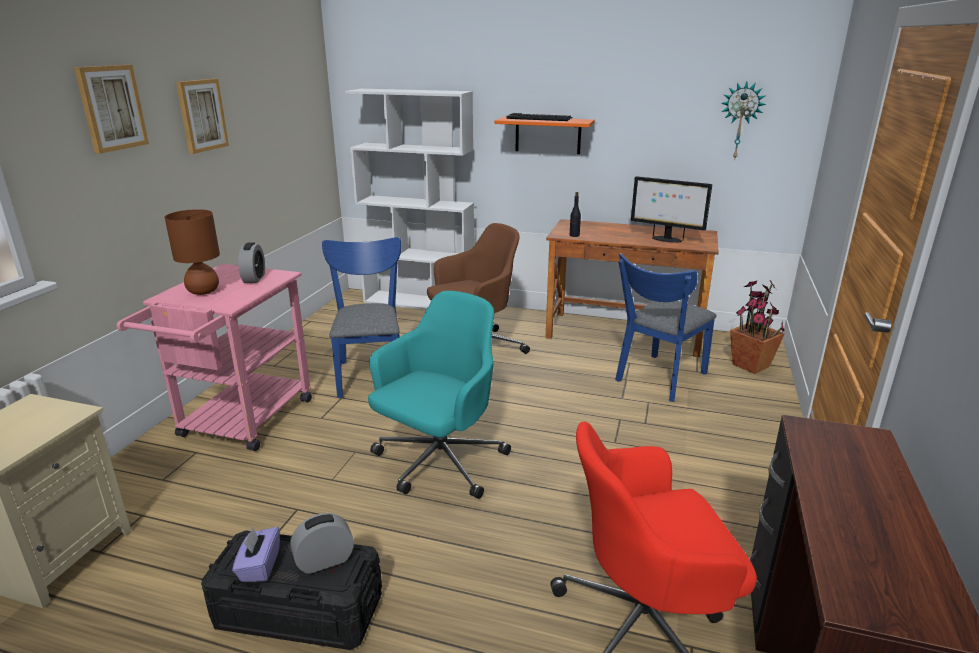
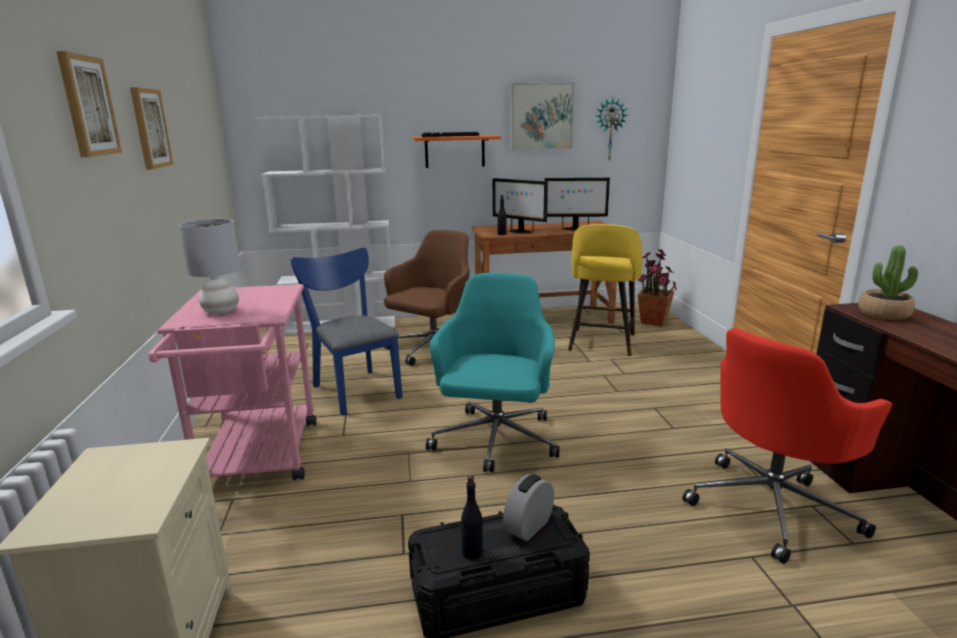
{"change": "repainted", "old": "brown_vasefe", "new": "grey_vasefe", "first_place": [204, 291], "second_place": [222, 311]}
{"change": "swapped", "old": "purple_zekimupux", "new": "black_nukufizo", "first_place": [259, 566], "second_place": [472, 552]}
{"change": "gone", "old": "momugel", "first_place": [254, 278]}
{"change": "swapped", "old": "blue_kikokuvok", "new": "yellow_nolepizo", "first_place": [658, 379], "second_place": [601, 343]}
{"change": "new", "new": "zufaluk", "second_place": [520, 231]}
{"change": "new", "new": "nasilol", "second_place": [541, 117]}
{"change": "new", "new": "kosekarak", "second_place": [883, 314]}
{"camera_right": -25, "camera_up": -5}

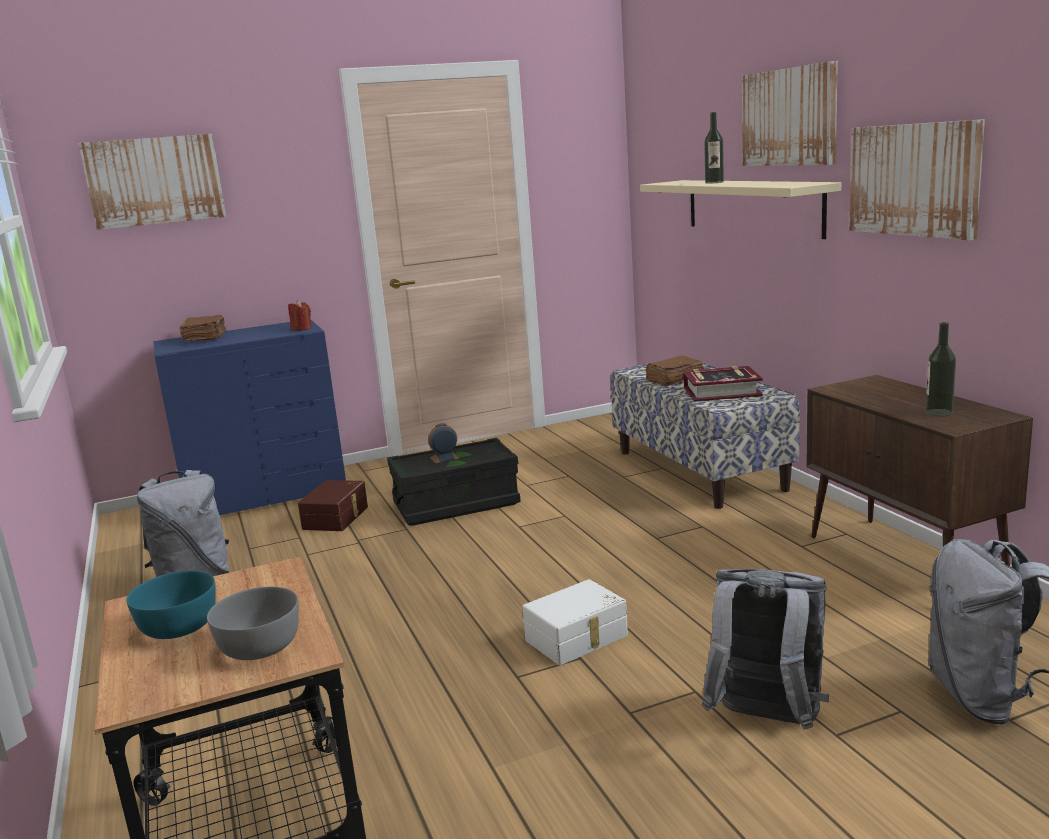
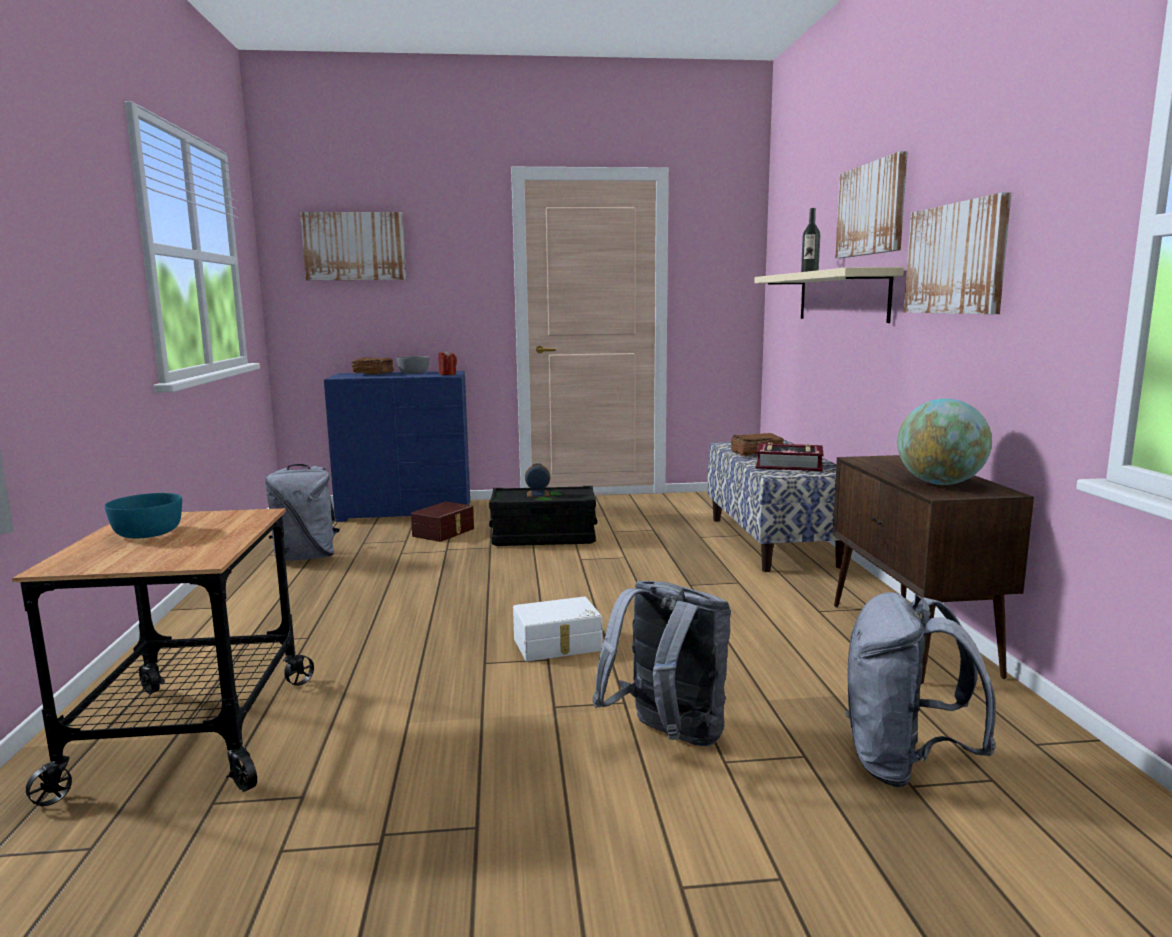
{"change": "shifted", "old": "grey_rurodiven", "first_place": [261, 645], "second_place": [414, 373]}
{"change": "swapped", "old": "nukufizo", "new": "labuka", "first_place": [939, 412], "second_place": [940, 483]}
{"camera_right": 15, "camera_up": -5}

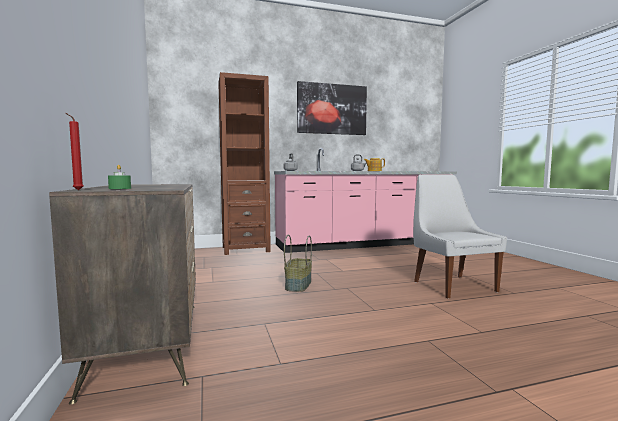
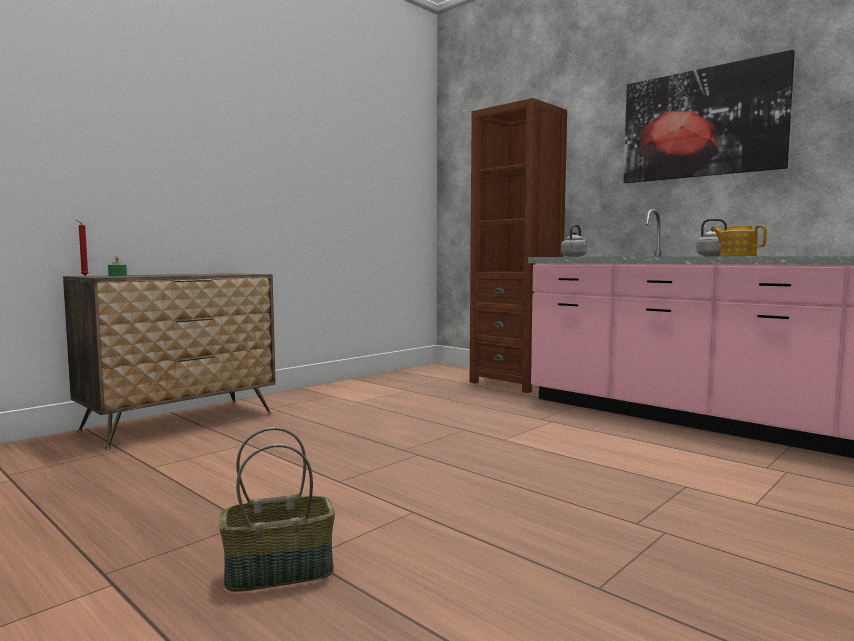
{"change": "shifted", "old": "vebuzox", "first_place": [298, 285], "second_place": [280, 570]}
{"change": "gone", "old": "white_kikokuvok", "first_place": [452, 285]}
{"camera_right": 60, "camera_up": 0}

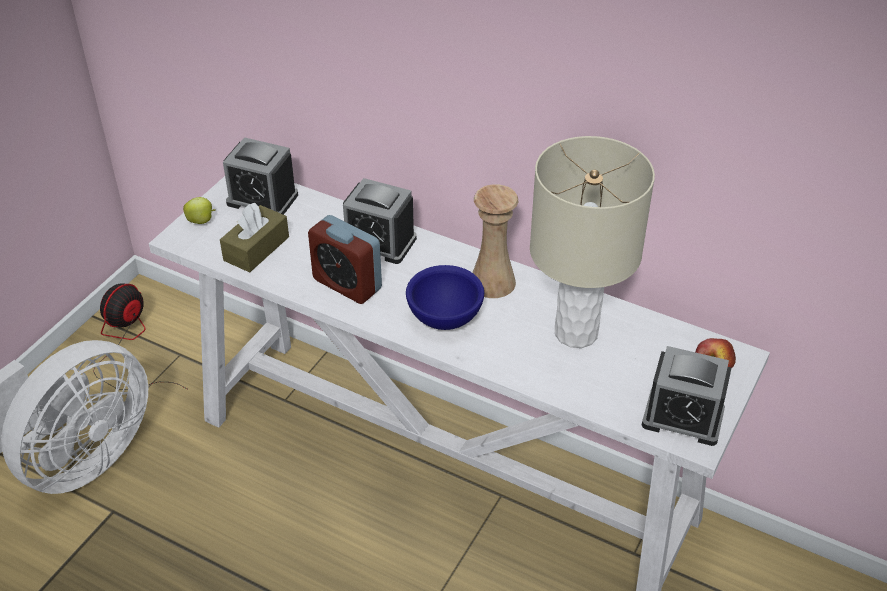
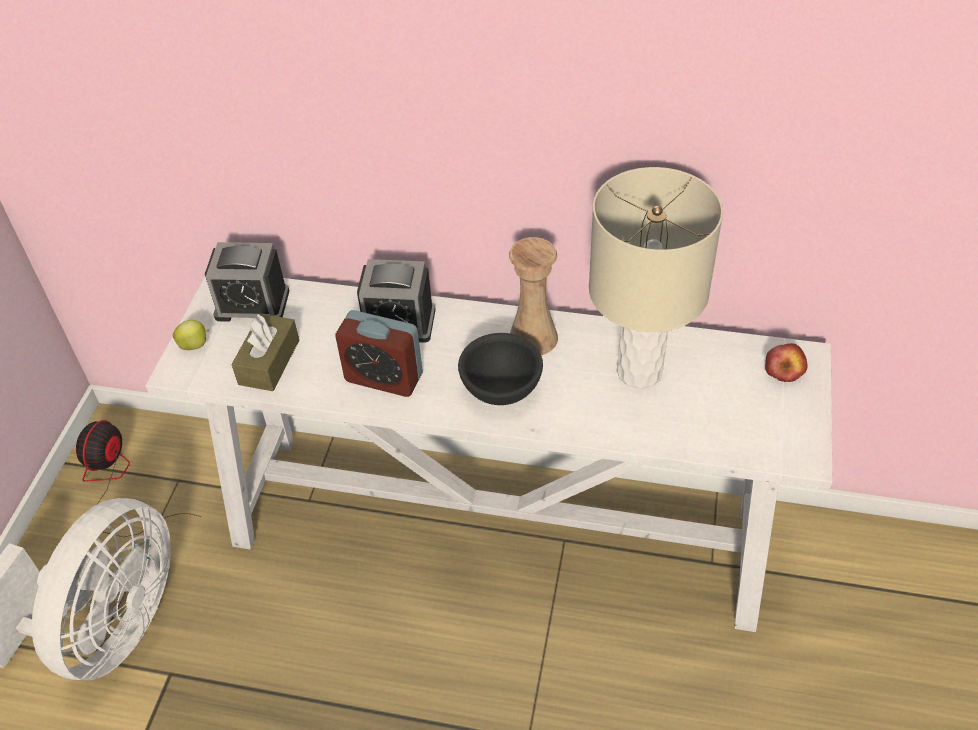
{"change": "repainted", "old": "blue_rurodiven", "new": "black_rurodiven", "first_place": [444, 317], "second_place": [500, 388]}
{"change": "gone", "old": "momugel", "first_place": [683, 417]}
{"camera_right": -15, "camera_up": 5}

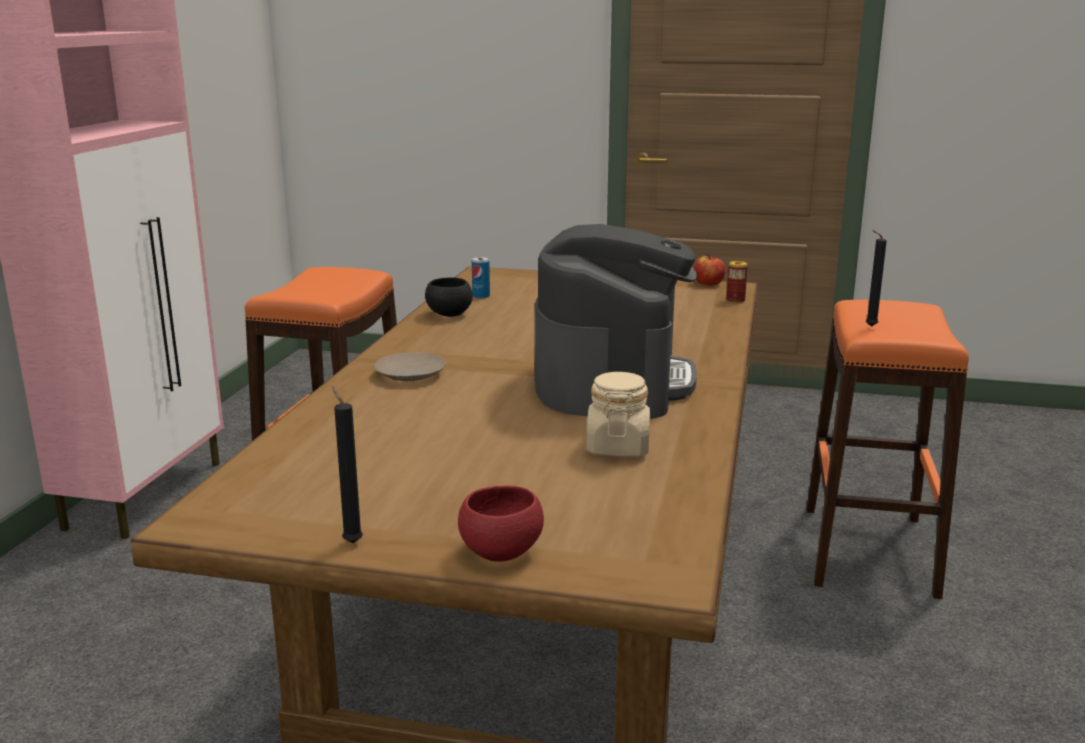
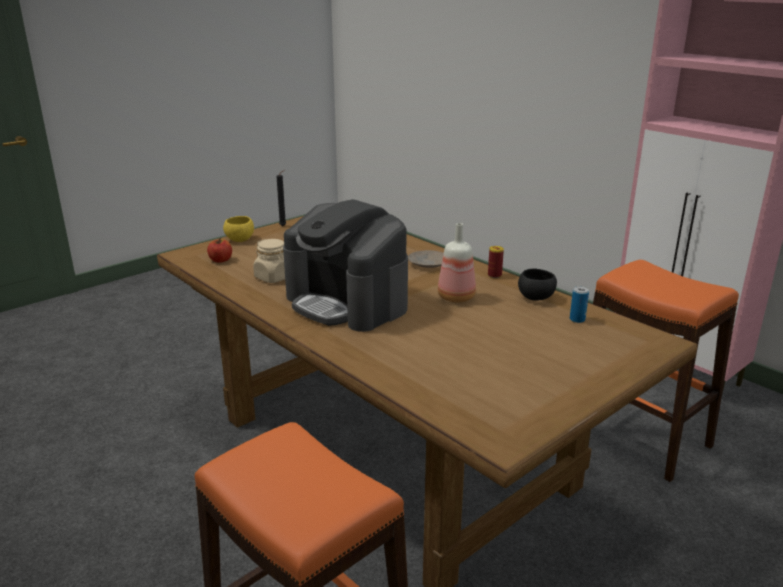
{"change": "repainted", "old": "red_rurodiven", "new": "yellow_rurodiven", "first_place": [502, 552], "second_place": [239, 240]}
{"change": "shifted", "old": "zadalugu", "first_place": [708, 283], "second_place": [220, 260]}
{"change": "shifted", "old": "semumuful", "first_place": [735, 300], "second_place": [494, 275]}
{"change": "gone", "old": "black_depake", "first_place": [869, 326]}
{"change": "new", "new": "nukufizo", "second_place": [457, 298]}
{"camera_right": 125, "camera_up": 5}

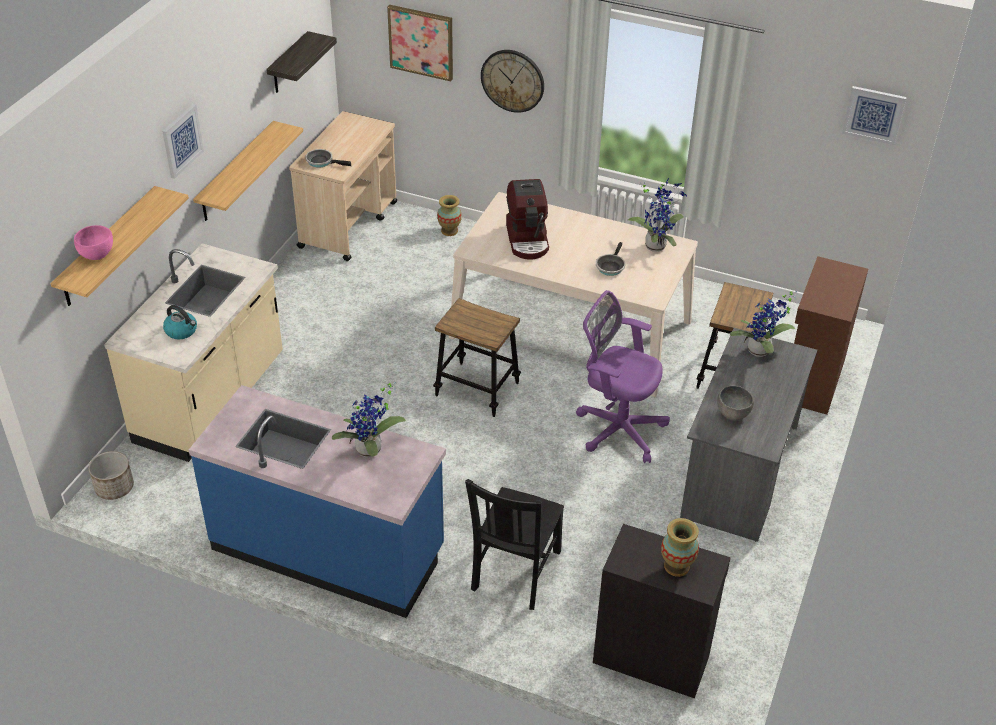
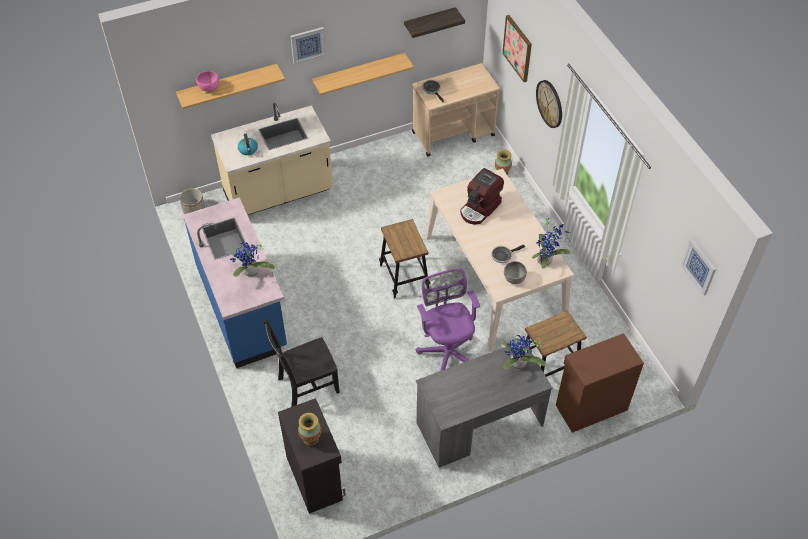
{"change": "shifted", "old": "grey_rurodiven", "first_place": [733, 414], "second_place": [514, 279]}
{"camera_right": 45, "camera_up": 10}

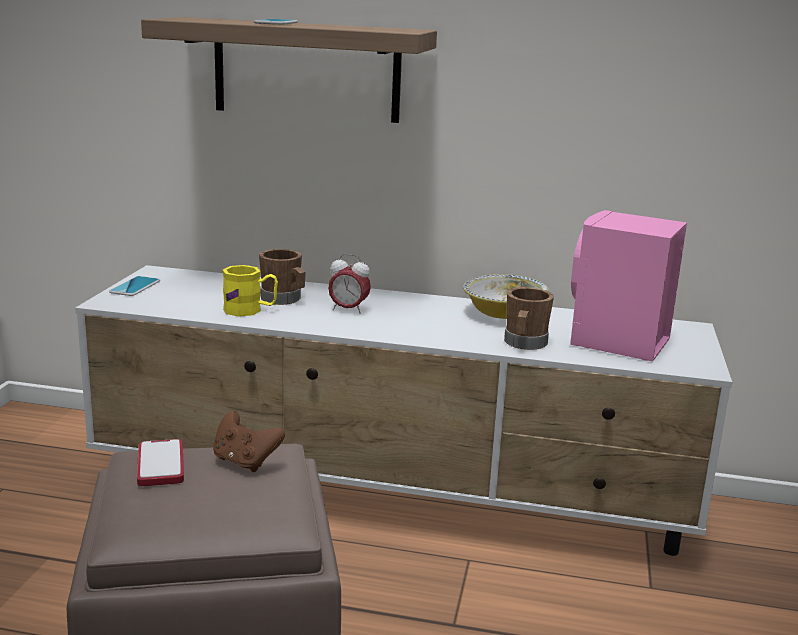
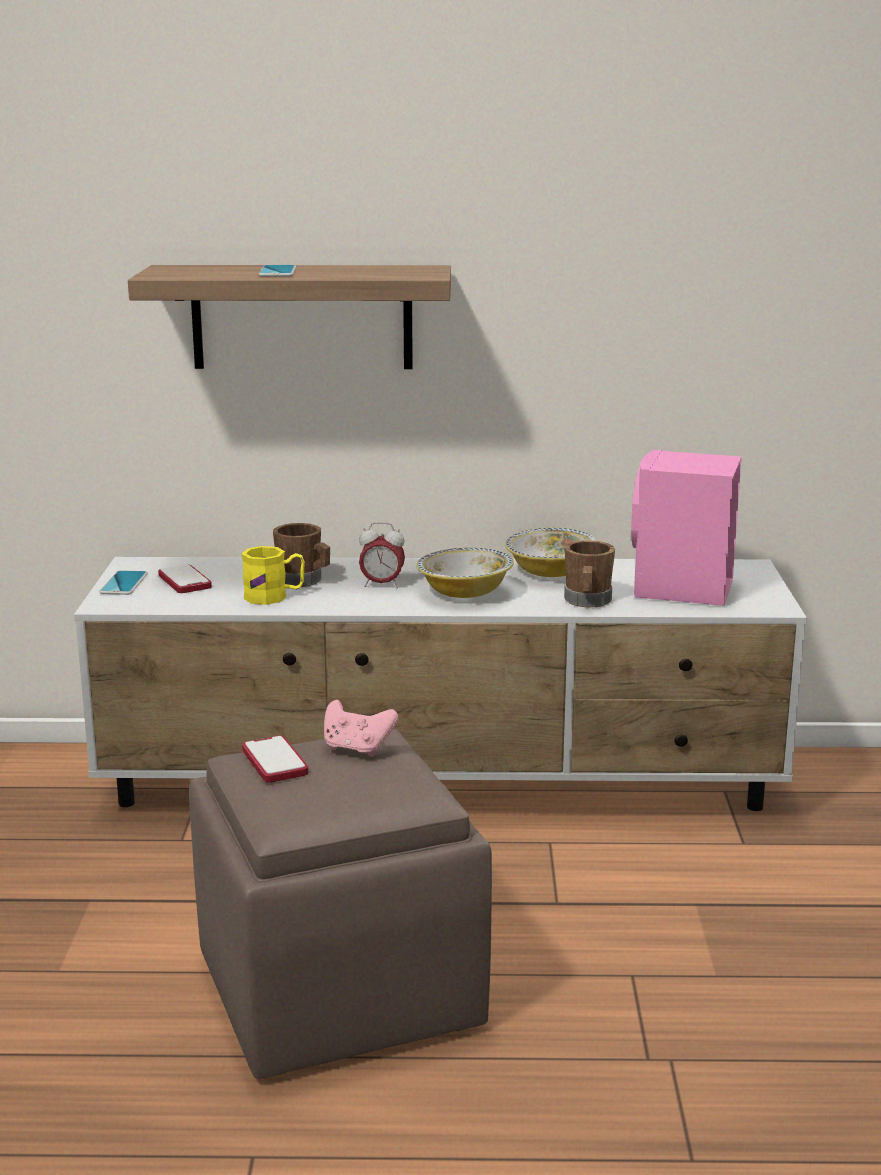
{"change": "repainted", "old": "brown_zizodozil", "new": "pink_zizodozil", "first_place": [245, 462], "second_place": [357, 749]}
{"change": "new", "new": "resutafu", "second_place": [184, 581]}
{"change": "new", "new": "rurodiven", "second_place": [464, 593]}
{"camera_right": -10, "camera_up": 0}

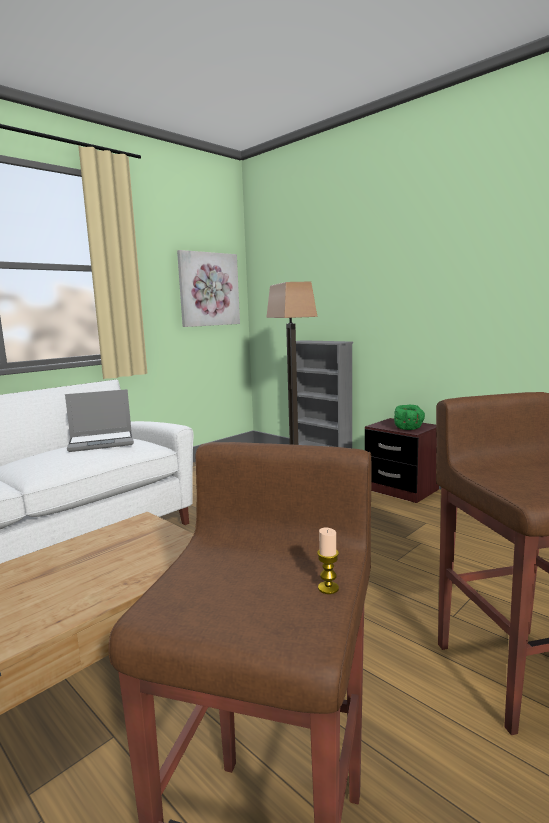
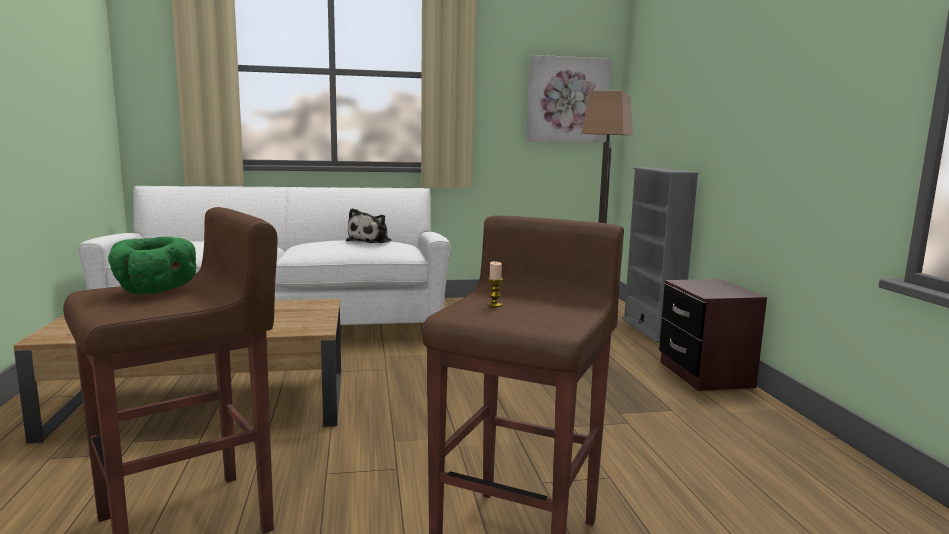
{"change": "swapped", "old": "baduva", "new": "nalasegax", "first_place": [102, 442], "second_place": [371, 241]}
{"change": "shifted", "old": "depake", "first_place": [328, 588], "second_place": [494, 305]}
{"change": "shifted", "old": "green_rurodiven", "first_place": [409, 428], "second_place": [154, 291]}
{"camera_right": 35, "camera_up": 0}

